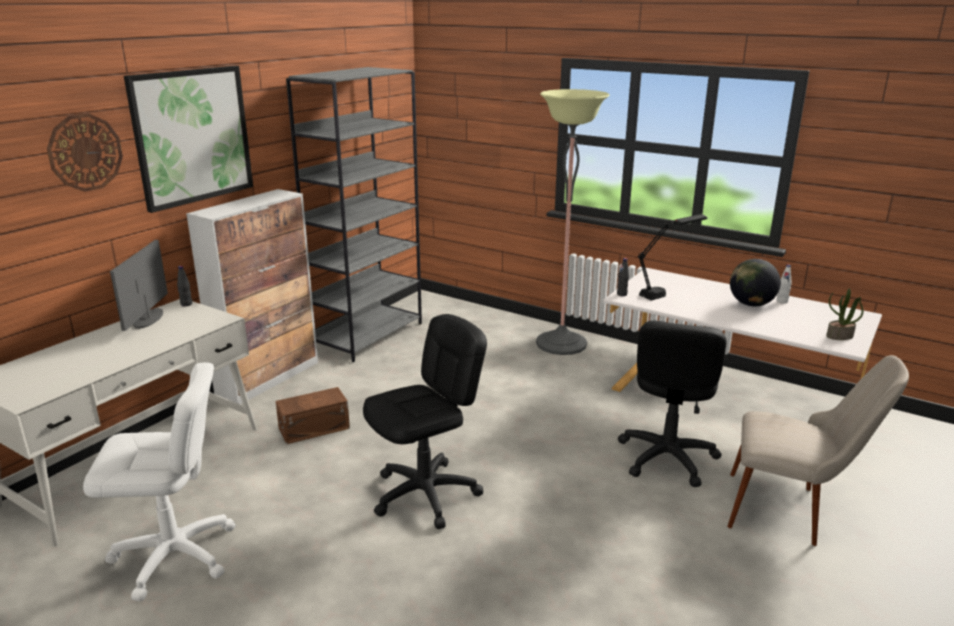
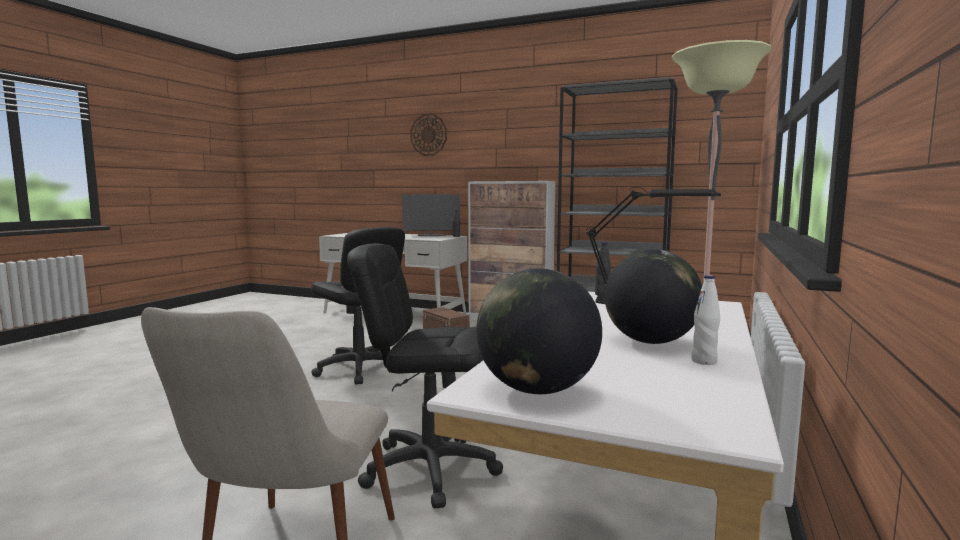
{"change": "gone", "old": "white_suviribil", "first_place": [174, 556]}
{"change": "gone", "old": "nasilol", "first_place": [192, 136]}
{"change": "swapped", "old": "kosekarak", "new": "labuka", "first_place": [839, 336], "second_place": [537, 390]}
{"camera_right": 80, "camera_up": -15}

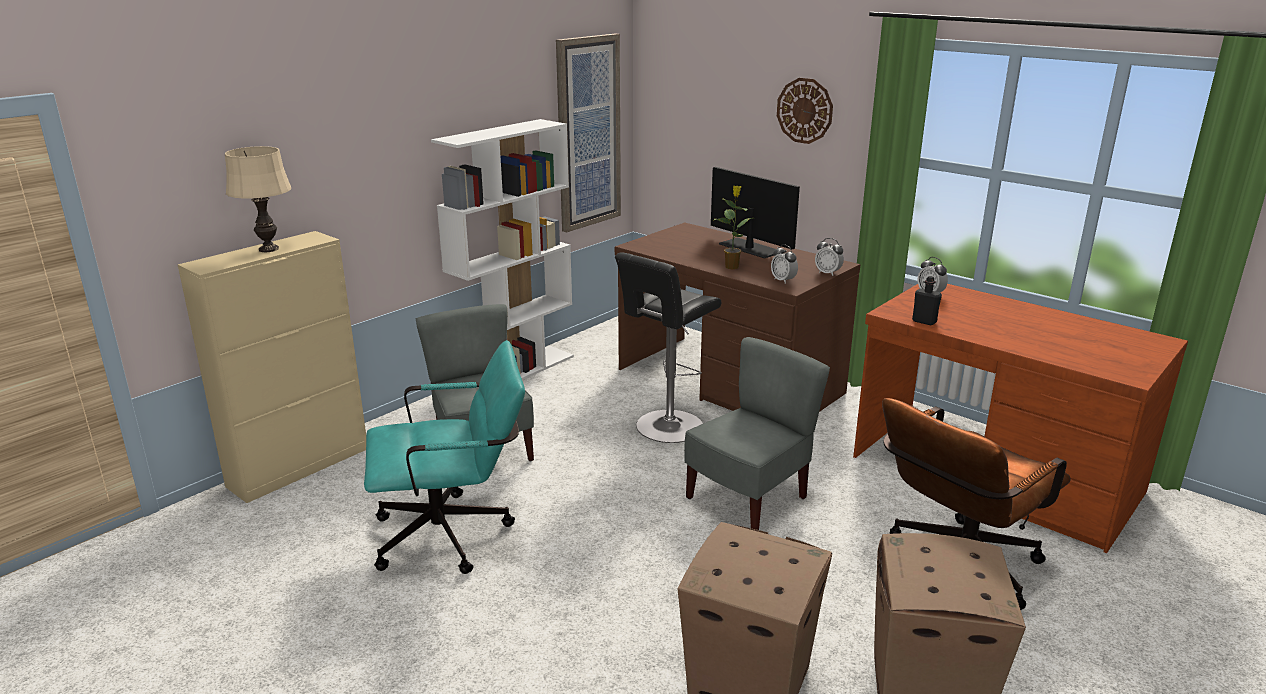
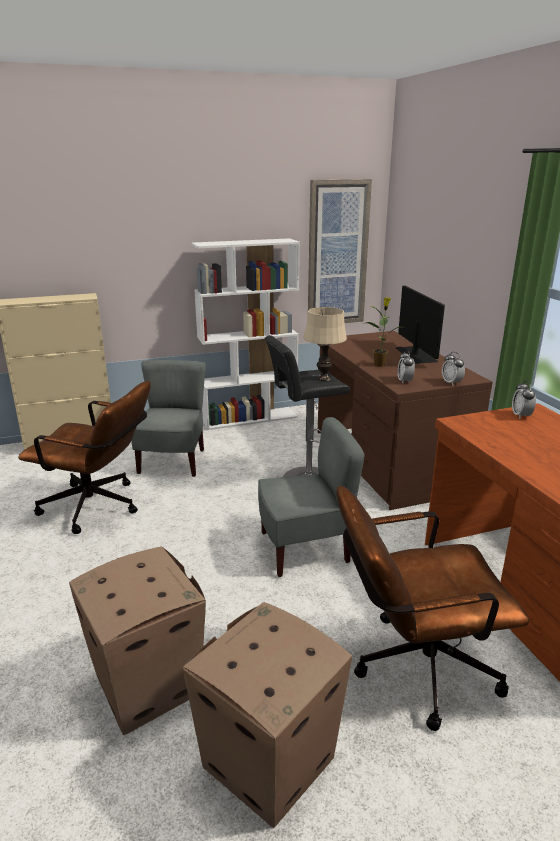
{"change": "shifted", "old": "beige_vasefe", "first_place": [268, 249], "second_place": [323, 378]}
{"change": "repainted", "old": "turquoise_suviribil", "new": "brown_suviribil", "first_place": [454, 534], "second_place": [99, 507]}
{"change": "gone", "old": "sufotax", "first_place": [804, 110]}
{"change": "gone", "old": "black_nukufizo", "first_place": [924, 321]}
{"camera_right": 30, "camera_up": 0}

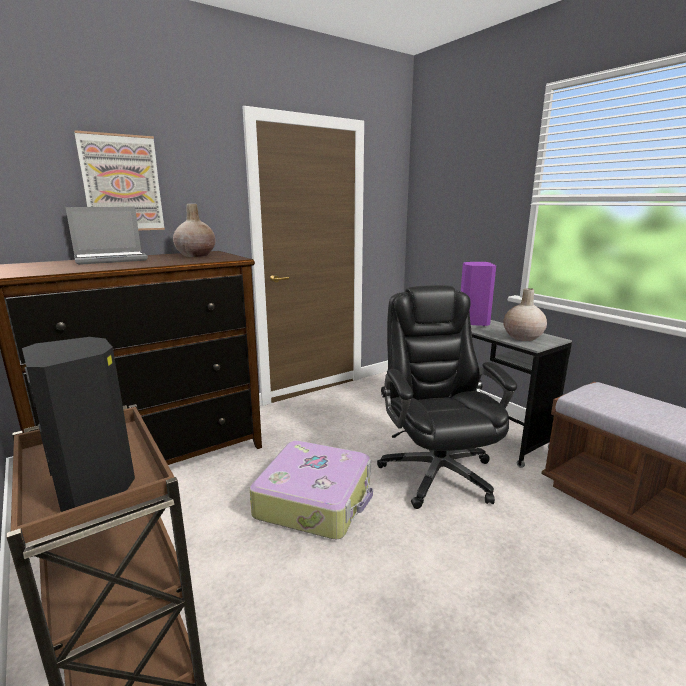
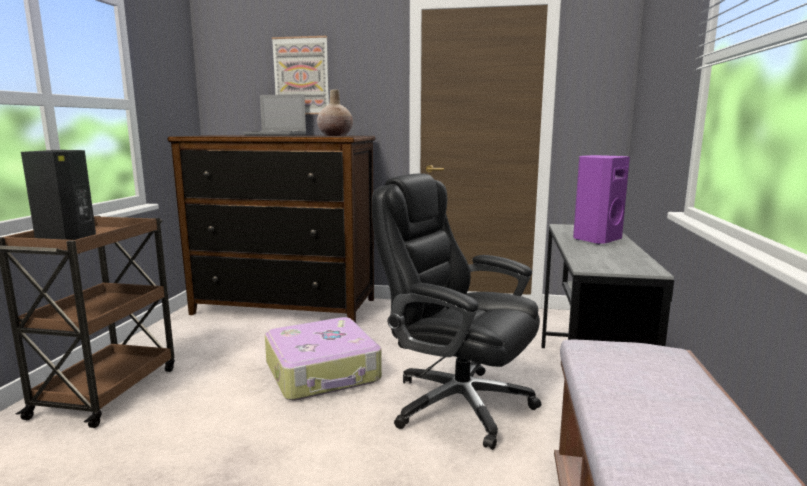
{"change": "rotated", "old": "black_suviribil", "first_place": [437, 472], "second_place": [457, 403], "degrees": -90}
{"change": "gone", "old": "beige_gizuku", "first_place": [522, 337]}
{"camera_right": 45, "camera_up": -5}

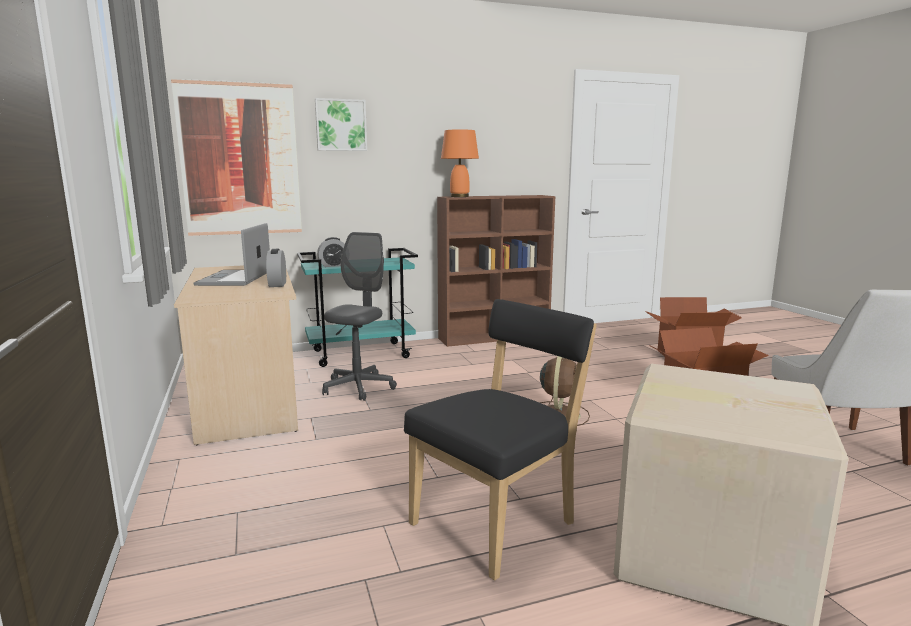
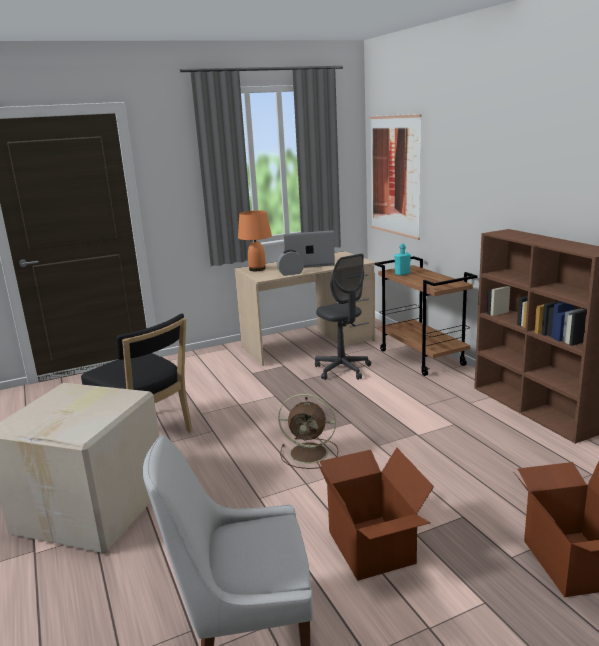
{"change": "repainted", "old": "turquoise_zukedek", "new": "brown_zukedek", "first_place": [361, 354], "second_place": [422, 358]}
{"change": "gone", "old": "nasilol", "first_place": [341, 125]}
{"change": "swapped", "old": "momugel", "new": "turquoise_nukufizo", "first_place": [334, 265], "second_place": [402, 274]}
{"change": "rotated", "old": "grey_suviribil", "first_place": [358, 387], "second_place": [342, 369], "degrees": 45}
{"change": "shifted", "old": "orange_vasefe", "first_place": [460, 196], "second_place": [257, 269]}
{"camera_right": 85, "camera_up": 5}

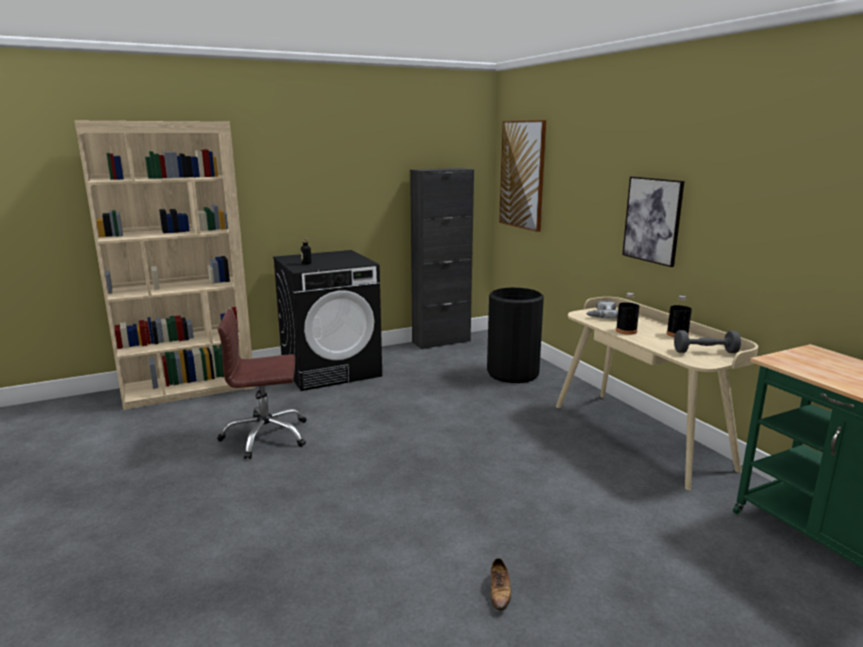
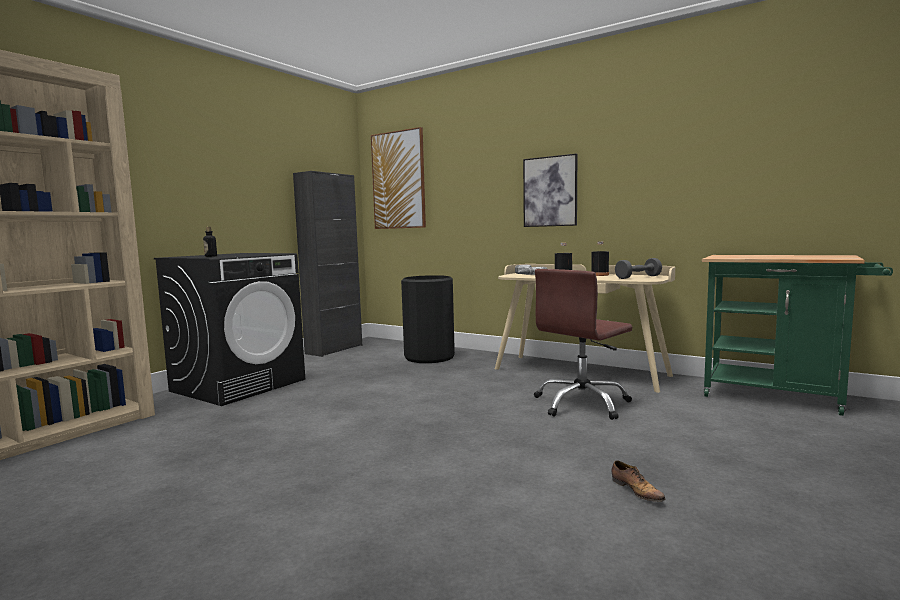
{"change": "shifted", "old": "brown_suviribil", "first_place": [266, 436], "second_place": [582, 404]}
{"camera_right": -30, "camera_up": -10}

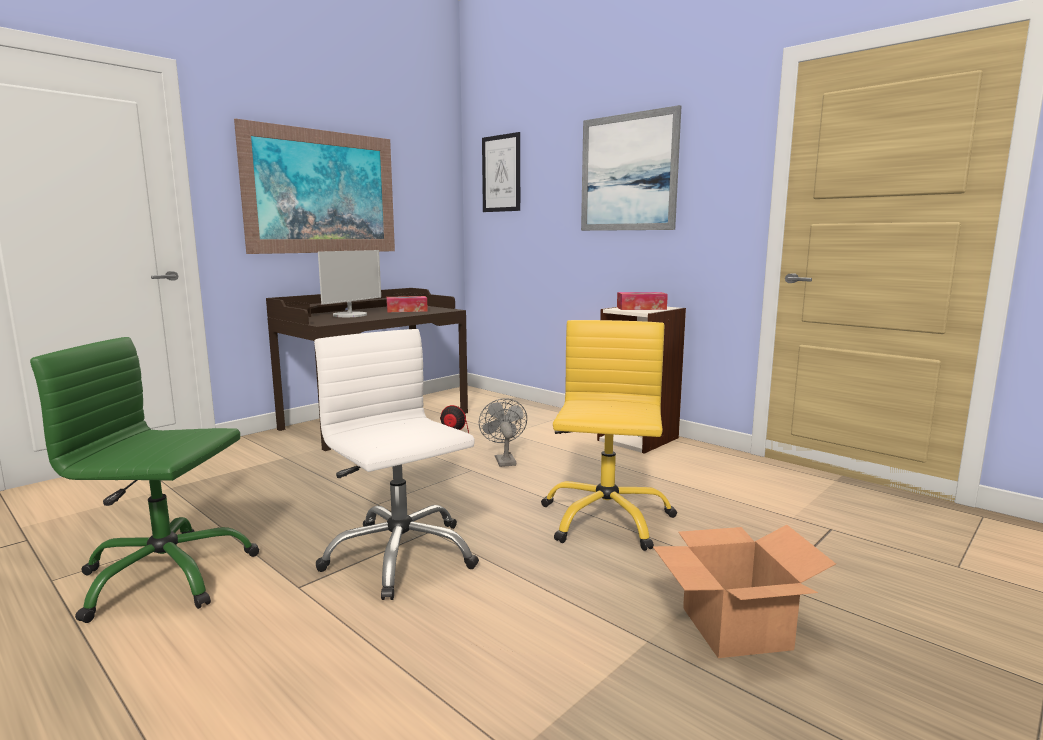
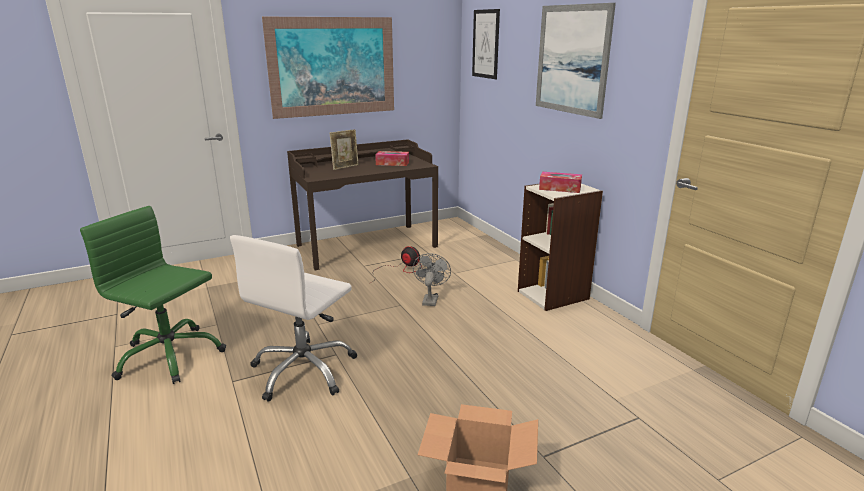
{"change": "rotated", "old": "white_suviribil", "first_place": [400, 556], "second_place": [304, 370], "degrees": -135}
{"change": "swapped", "old": "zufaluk", "new": "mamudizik", "first_place": [350, 315], "second_place": [345, 167]}
{"change": "gone", "old": "yellow_suviribil", "first_place": [605, 519]}
{"camera_right": 20, "camera_up": 10}

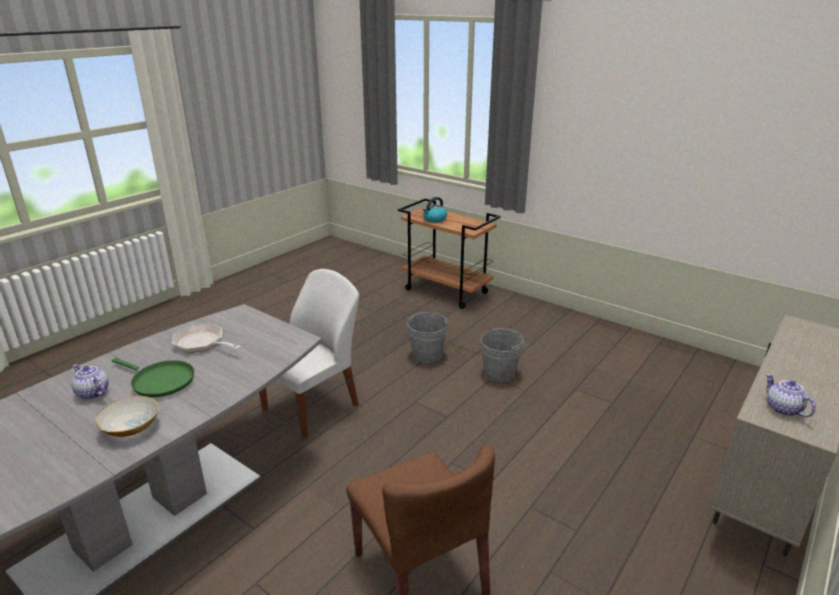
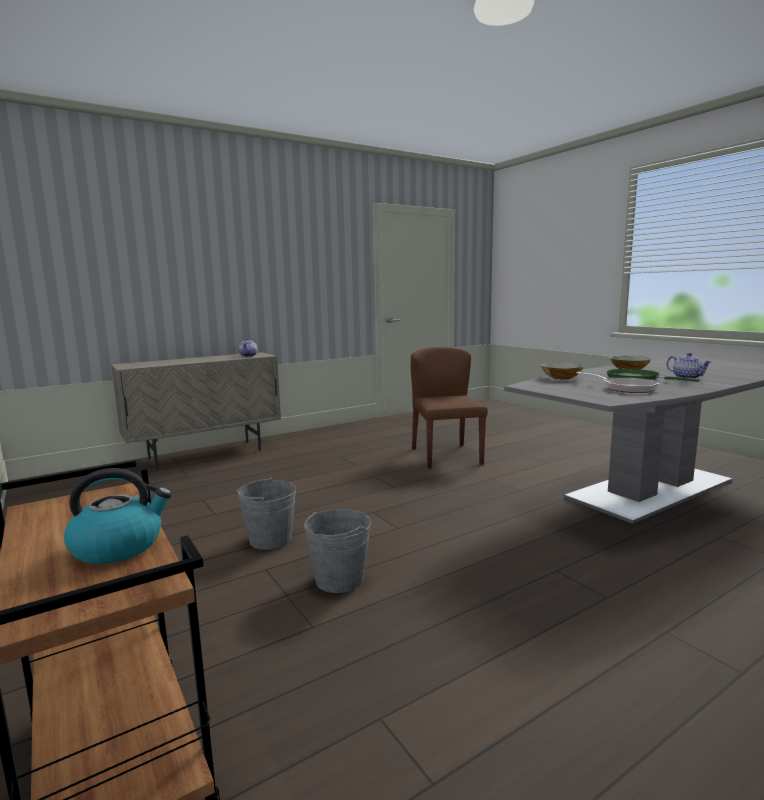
{"change": "gone", "old": "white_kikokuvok", "first_place": [313, 406]}
{"change": "new", "new": "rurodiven", "second_place": [561, 378]}
{"camera_right": -160, "camera_up": -15}

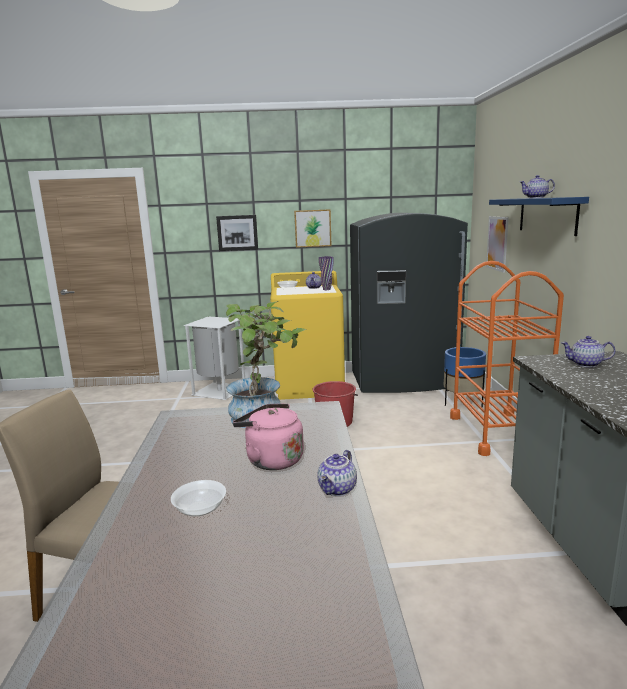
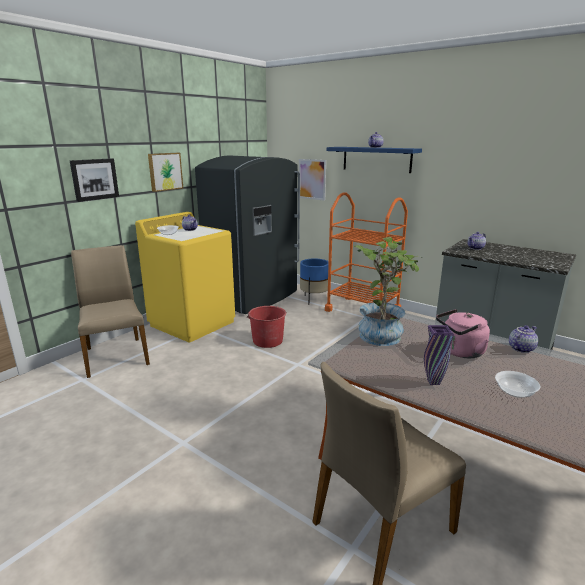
{"change": "swapped", "old": "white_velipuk", "new": "beige_kikokuvok", "first_place": [220, 390], "second_place": [116, 356]}
{"change": "rotated", "old": "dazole", "first_place": [338, 489], "second_place": [520, 348], "degrees": -105}
{"change": "shifted", "old": "purple_gizuku", "first_place": [326, 289], "second_place": [433, 382]}
{"camera_right": -50, "camera_up": 5}

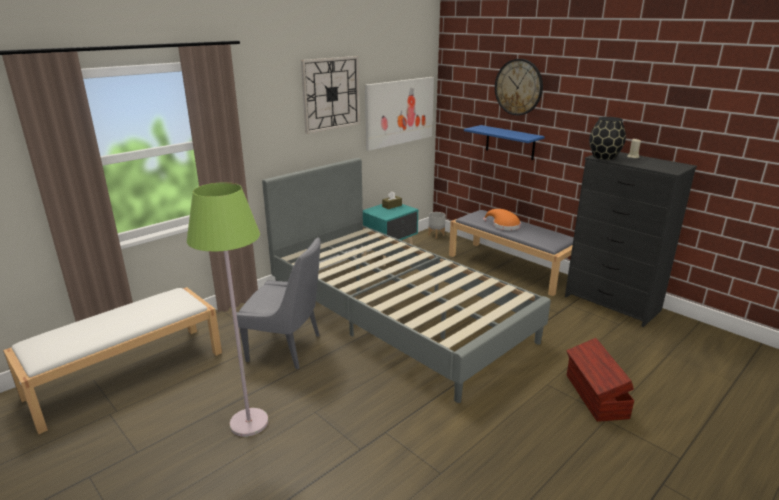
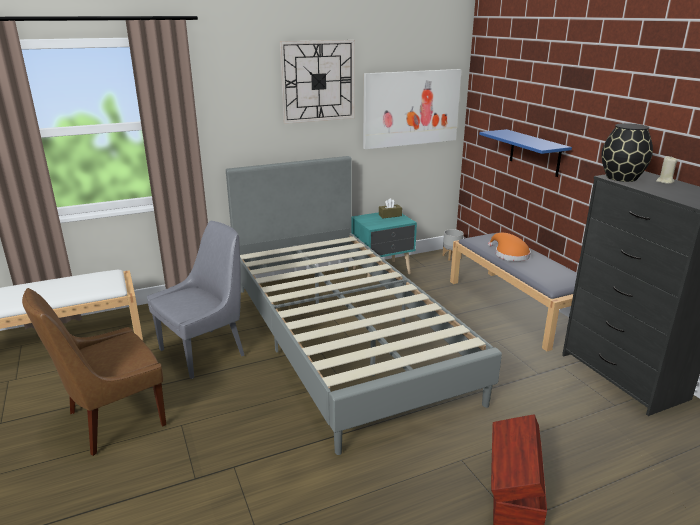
{"change": "swapped", "old": "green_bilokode", "new": "brown_kikokuvok", "first_place": [249, 423], "second_place": [112, 420]}
{"change": "rotated", "old": "grey_kikokuvok", "first_place": [287, 348], "second_place": [205, 351], "degrees": -75}
{"change": "gone", "old": "sufotax", "first_place": [518, 87]}
{"camera_right": 20, "camera_up": 0}

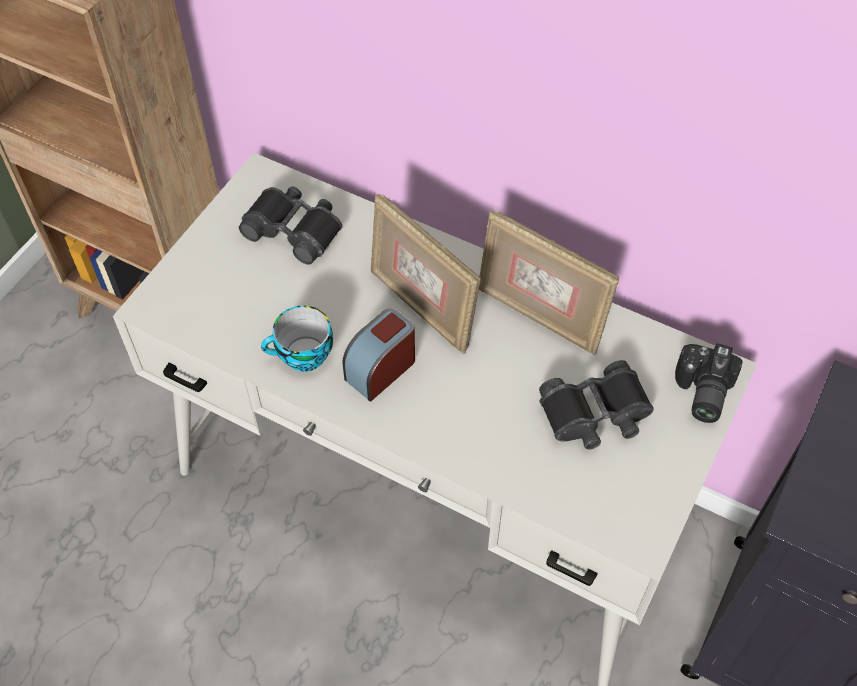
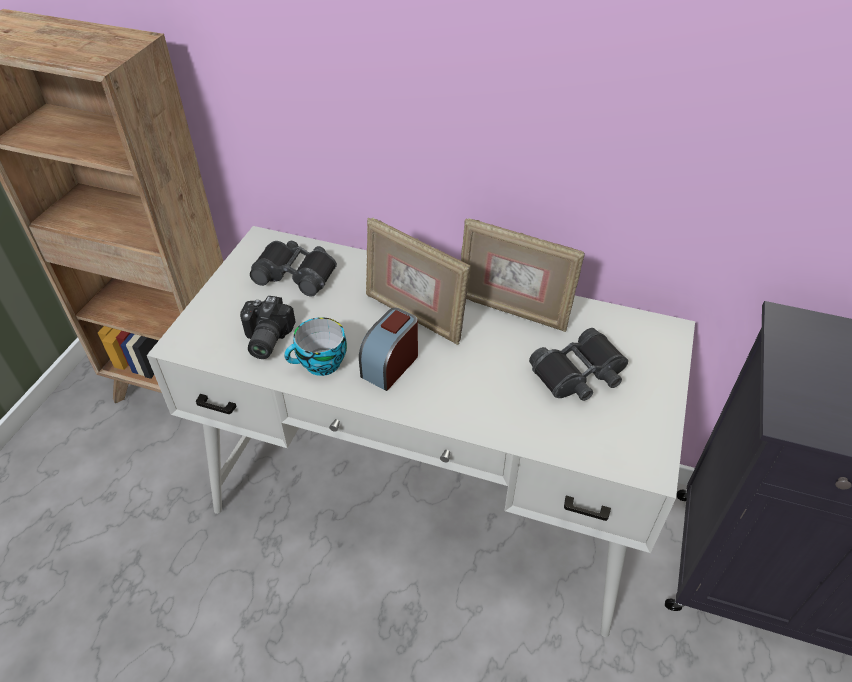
{"change": "shifted", "old": "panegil", "first_place": [700, 392], "second_place": [264, 339]}
{"camera_right": -10, "camera_up": -10}

